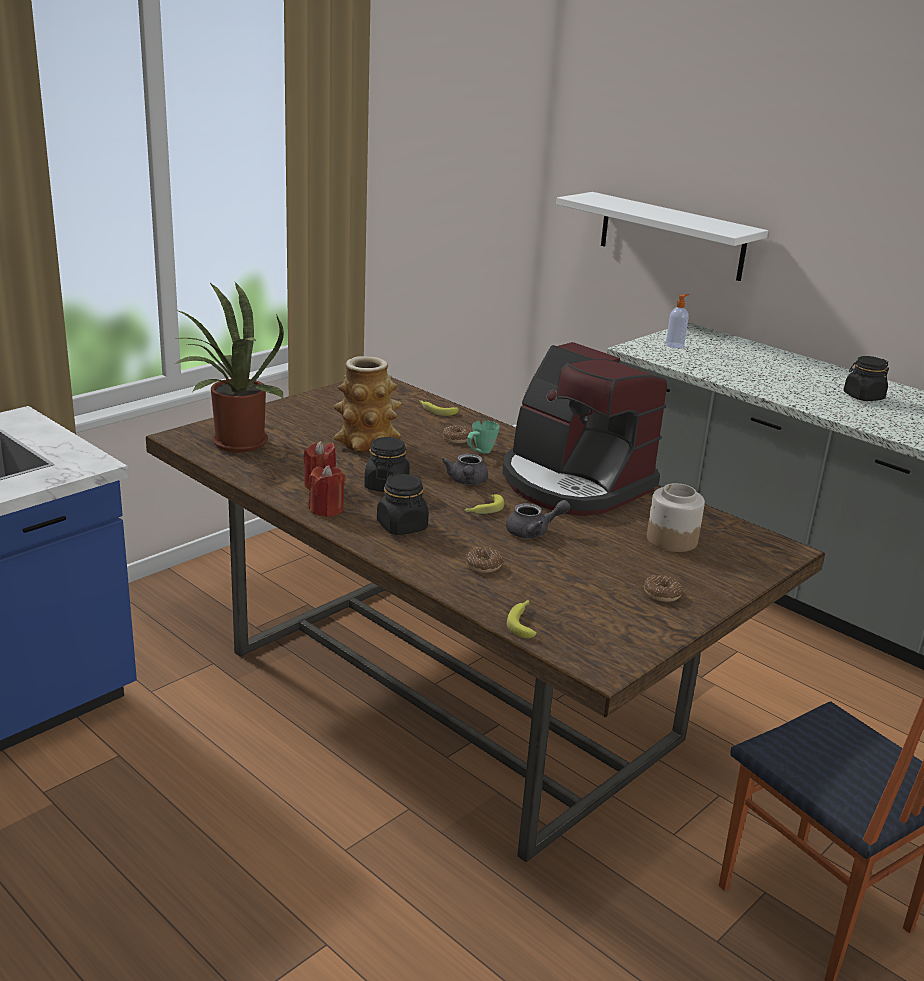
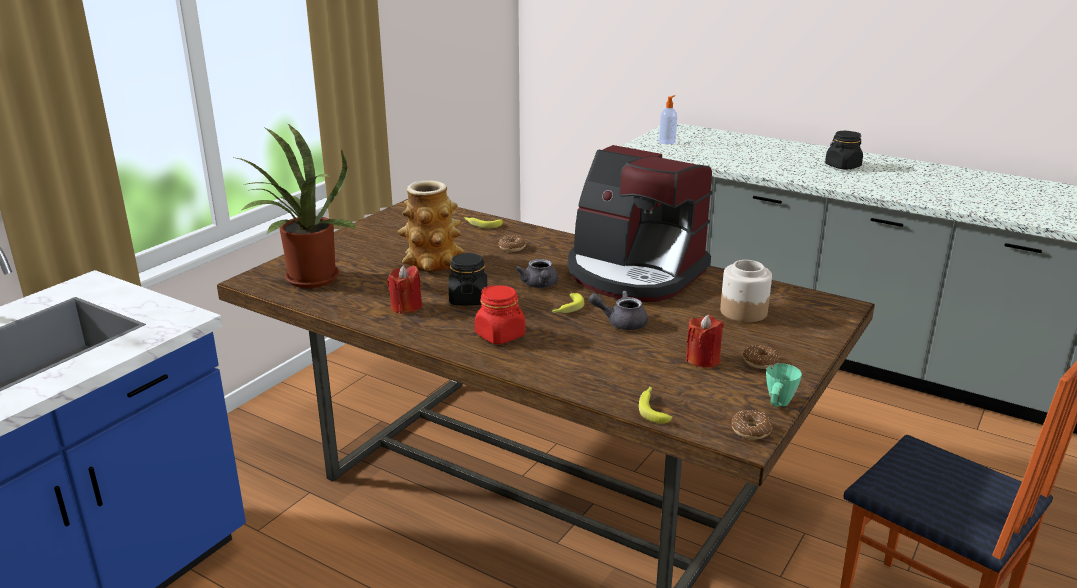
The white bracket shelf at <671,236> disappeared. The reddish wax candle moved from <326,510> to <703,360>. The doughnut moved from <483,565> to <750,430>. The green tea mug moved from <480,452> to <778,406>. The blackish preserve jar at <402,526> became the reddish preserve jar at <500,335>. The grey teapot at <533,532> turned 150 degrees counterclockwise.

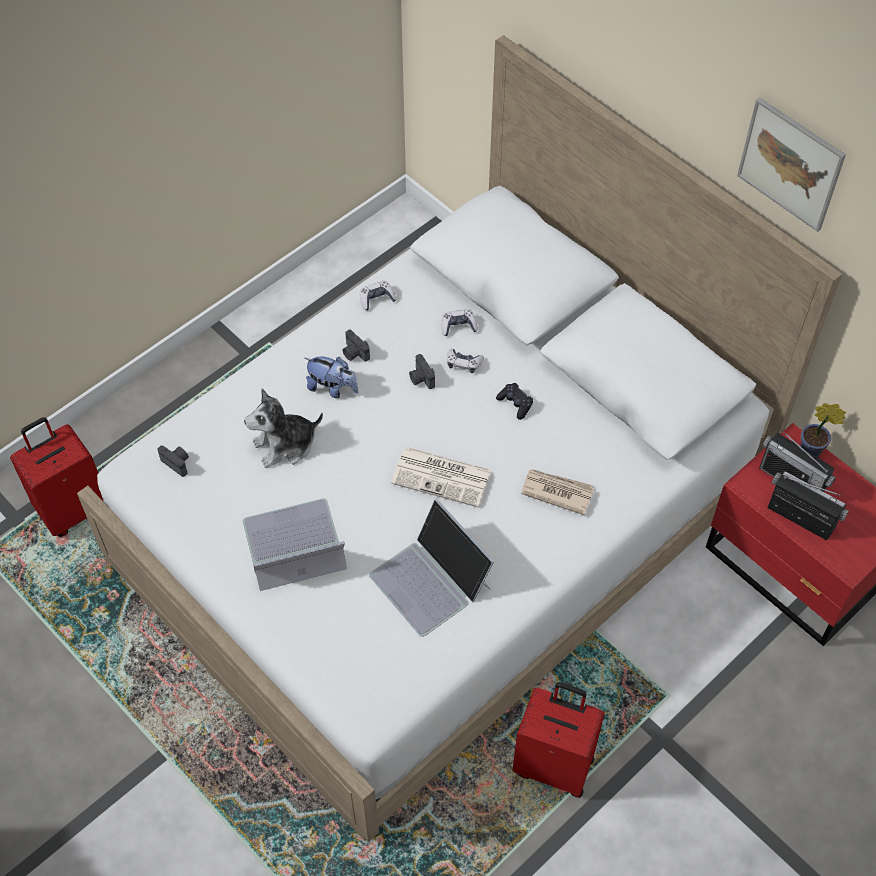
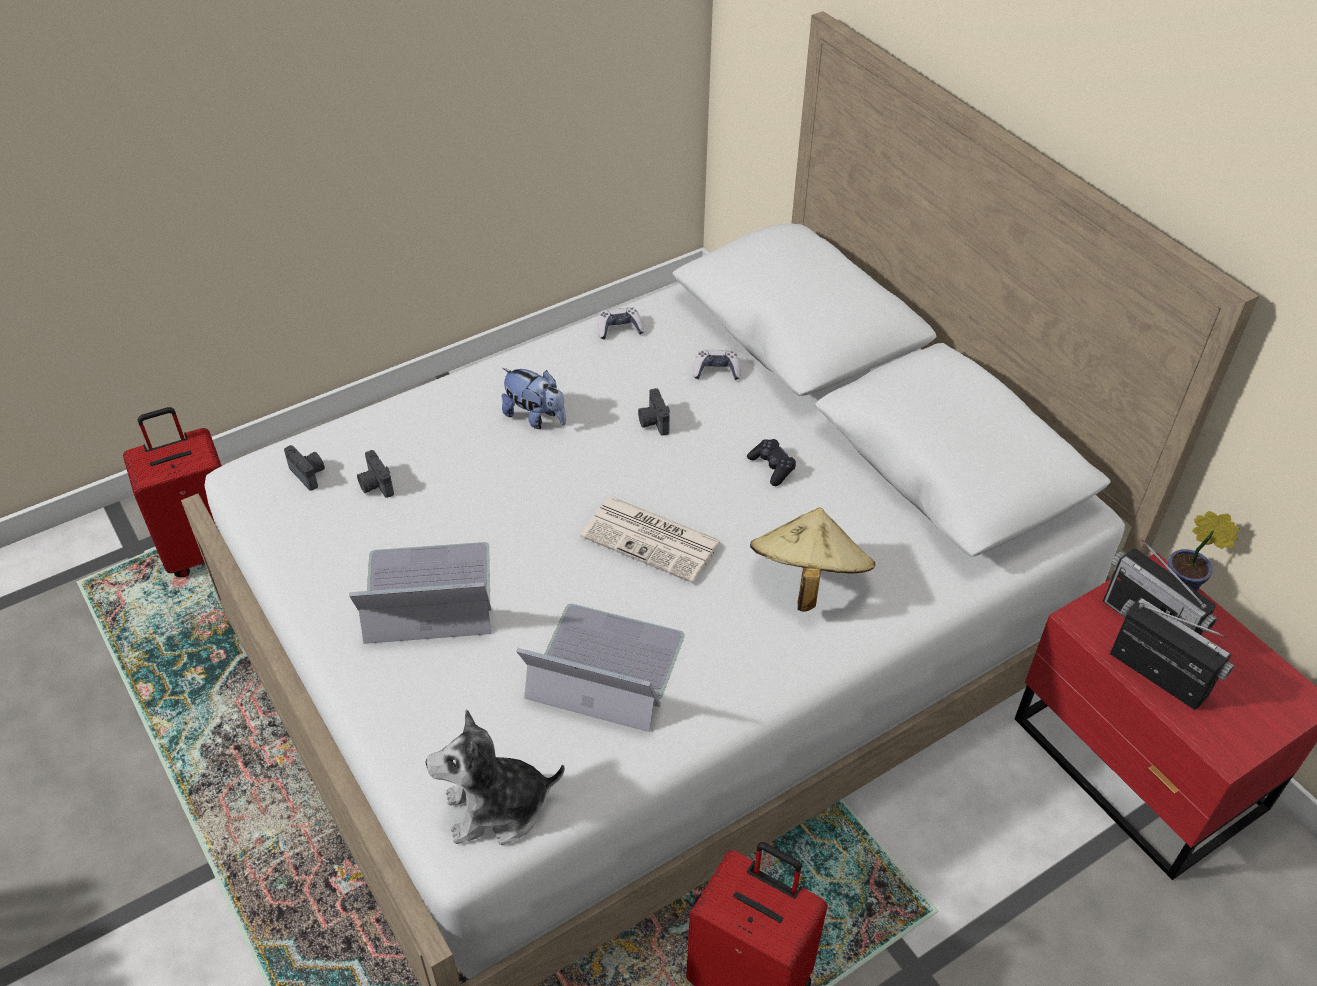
The game controller at <463,363> disappeared. The wall art at <790,164> disappeared. The plush toy moved from <285,445> to <497,808>. The photo camera moved from <354,353> to <375,485>. The daily paper at <557,491> was replaced by the sand-coloured hat at <807,580>. The laptop at <431,581> turned 135 degrees clockwise.

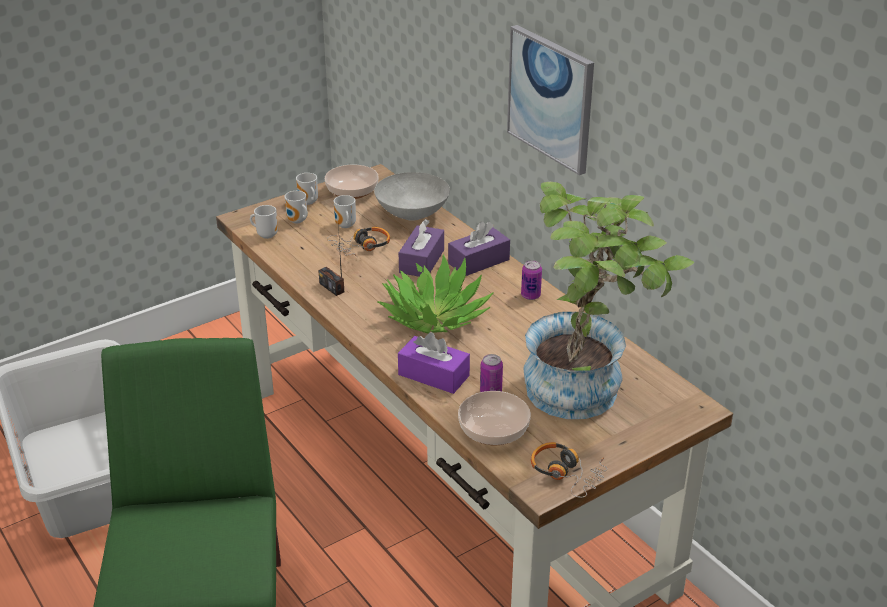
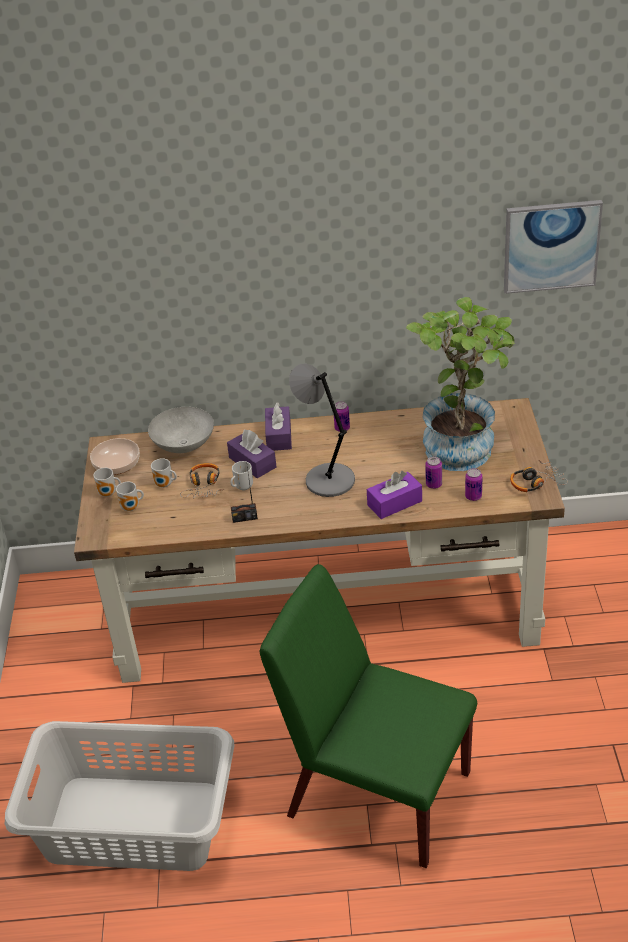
The tea mug moved from <266,234> to <242,487>. The wall art moved from <551,98> to <551,246>. The potted plant at <434,316> was replaced by the grey table lamp at <327,480>. The serving bowl at <495,430> was replaced by the sealed can at <473,496>.

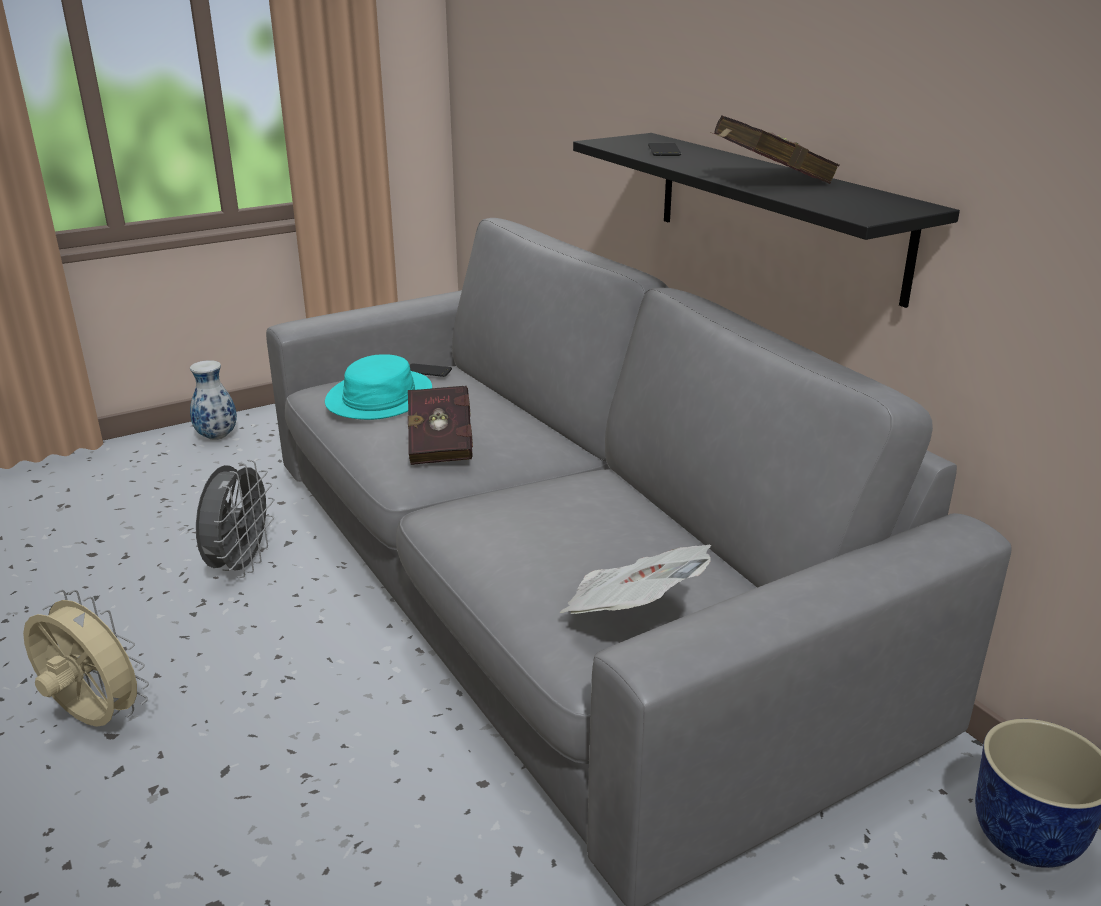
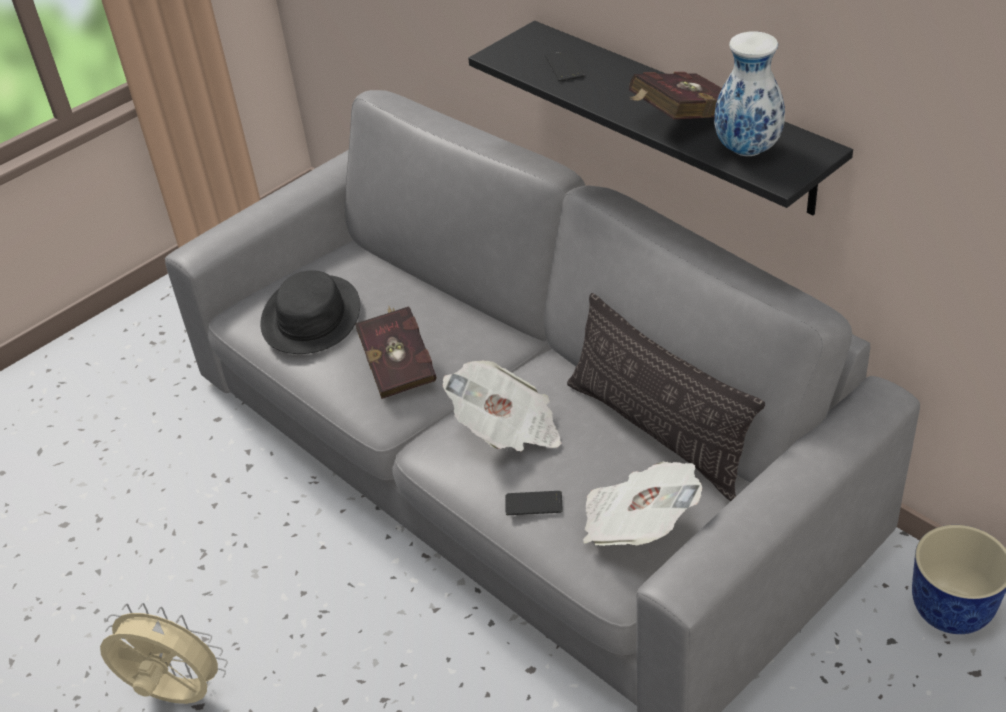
The grey electric fan at <240,566> disappeared. The daily paper at <507,430> appeared. The throw pillow at <657,432> appeared. The flower vase moved from <218,437> to <748,149>. The handset moved from <428,371> to <534,504>. The turquoise-coloured hat at <379,397> became the blackish hat at <310,316>.

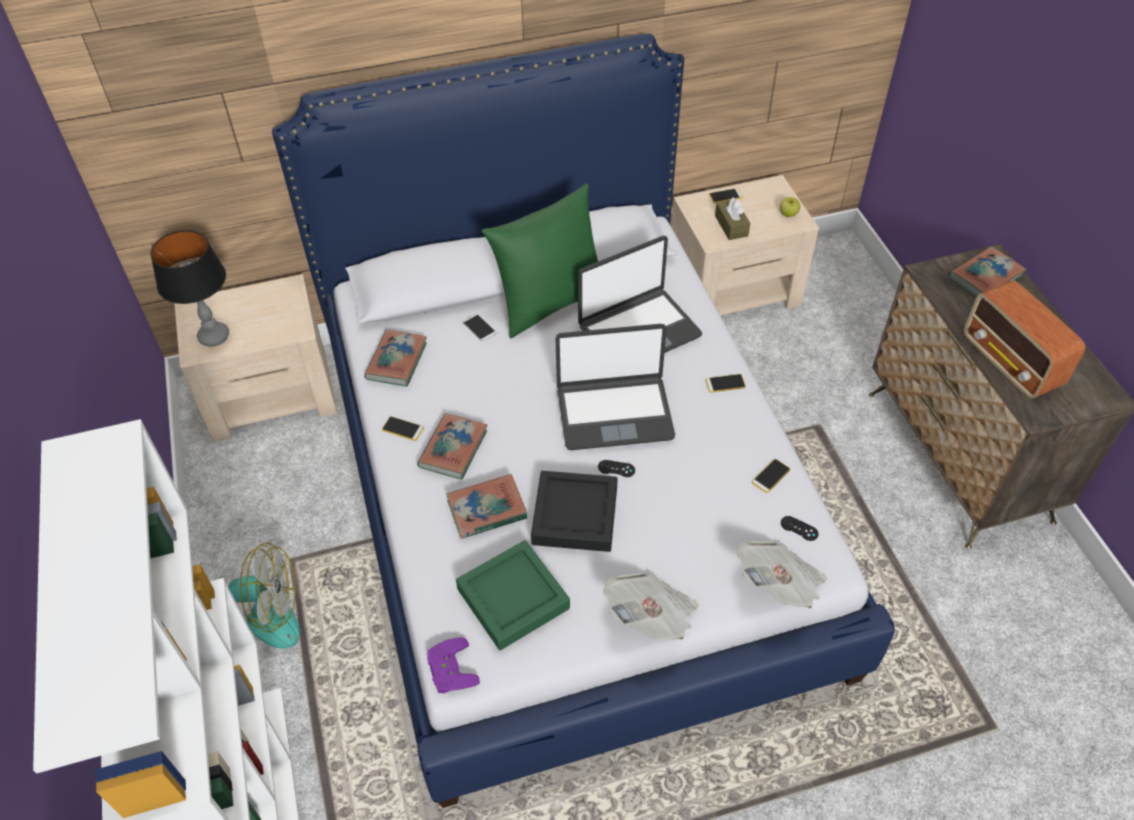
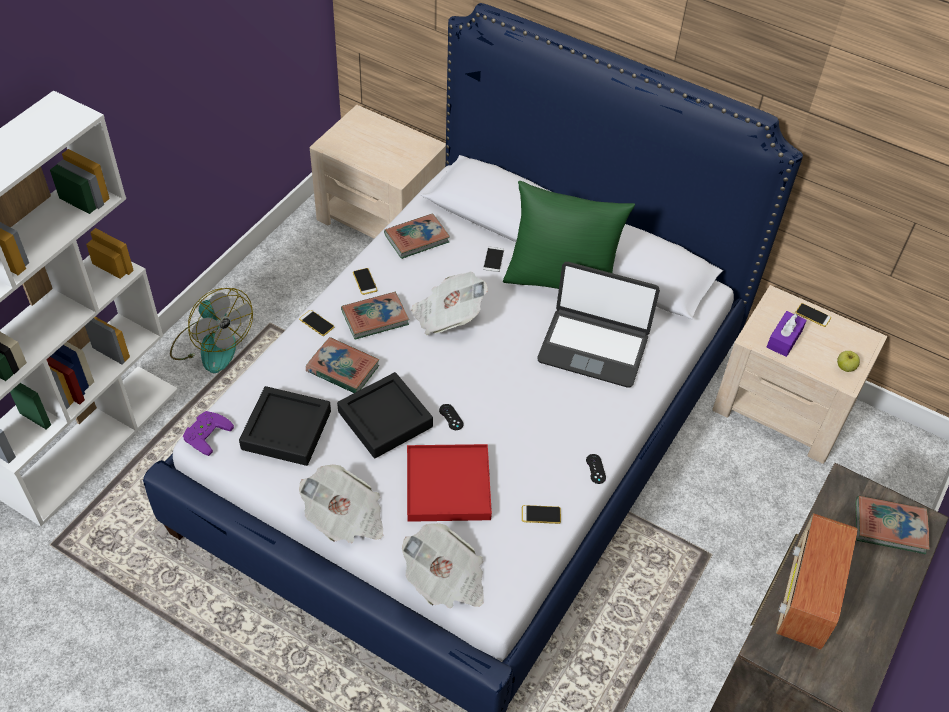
The table lamp at <213,337> disappeared. The laptop at <614,413> disappeared. The reddish tray at <448,485> appeared. The daily paper at <447,316> appeared. The handset moved from <725,383> to <316,323>. The blackish game controller moved from <799,528> to <595,469>. The green tray at <513,599> became the blackish tray at <286,430>. The brownish box of tissues at <731,226> became the purple box of tissues at <784,339>.

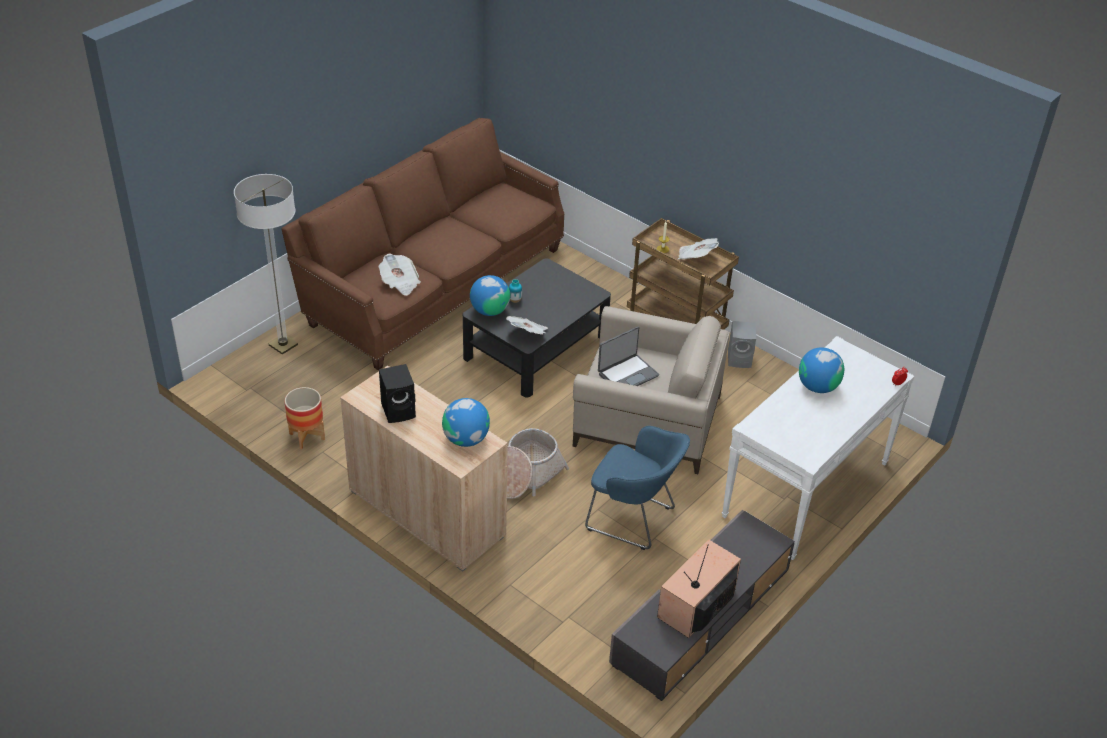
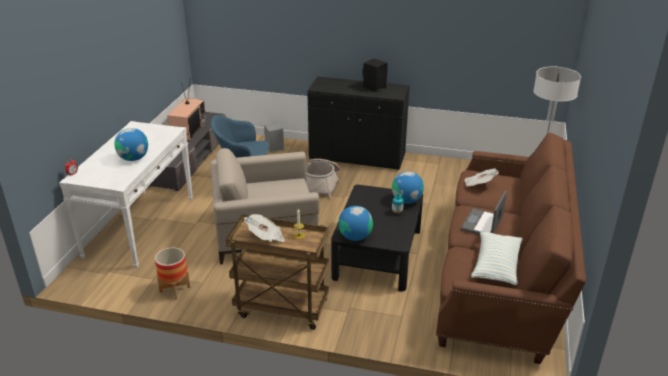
The daily paper at <528,334> disappeared. The throw pillow at <496,266> appeared. The flower pot moved from <307,437> to <175,289>. The desk globe moved from <466,439> to <355,237>. The laptop moved from <627,374> to <483,224>. The grey audio speaker moved from <740,359> to <273,148>. The sand-coloured storage cabinet at <426,513> became the blackish storage cabinet at <357,157>.

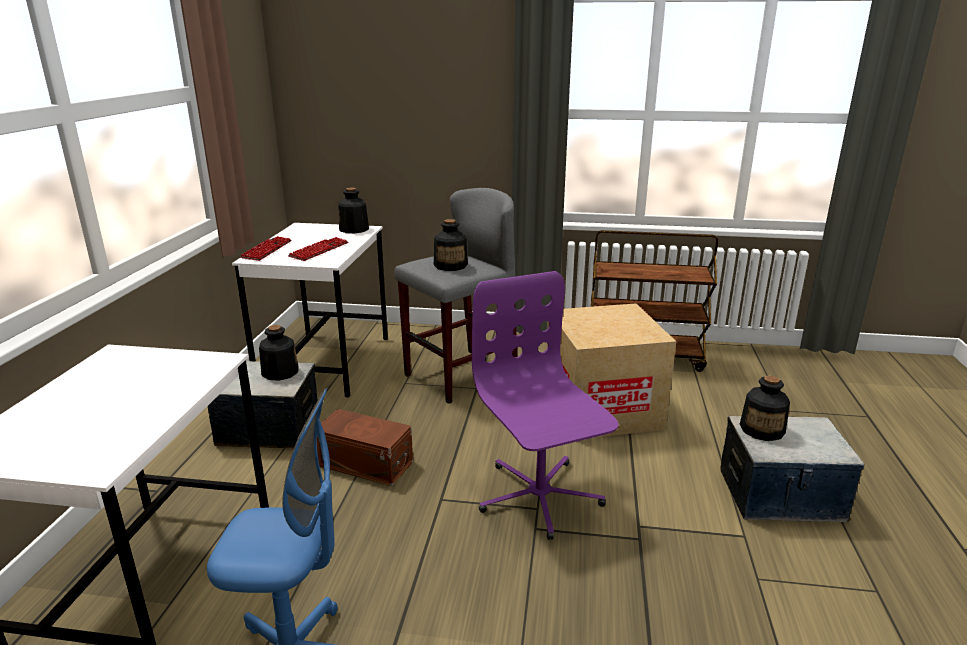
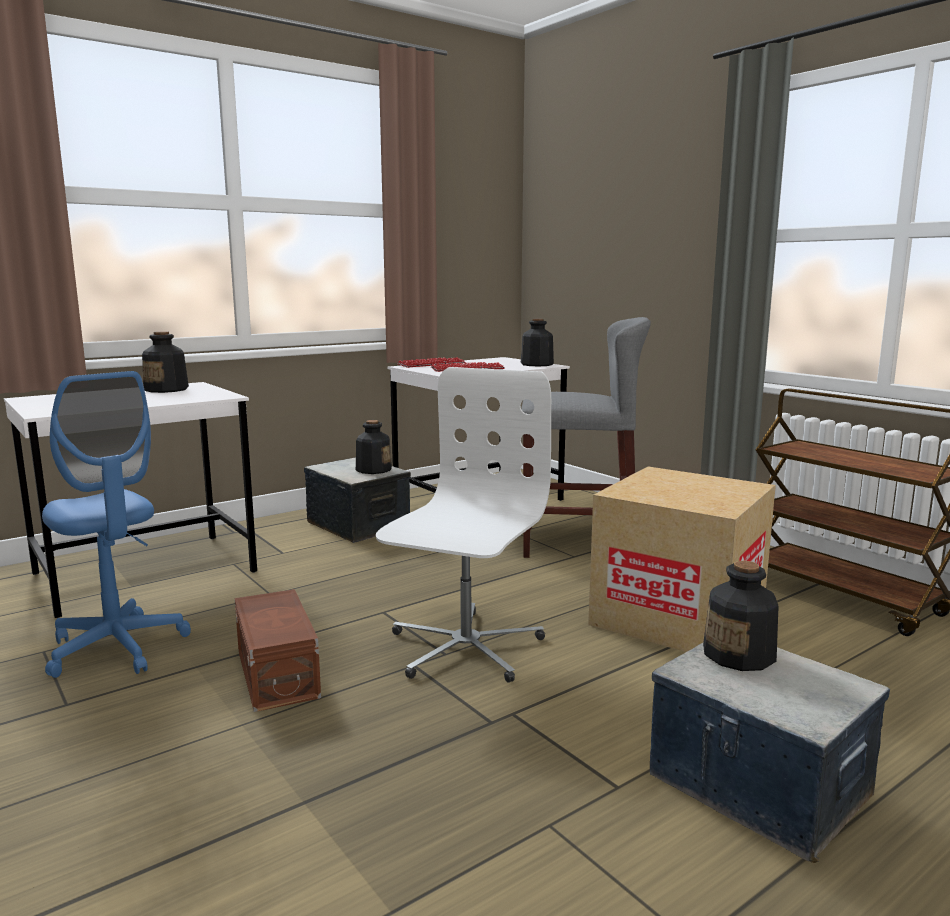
The brownish storage box moved from <365,462> to <279,672>. The beverage bottle moved from <451,265> to <167,389>. The purple office chair at <538,496> became the white office chair at <464,647>.

